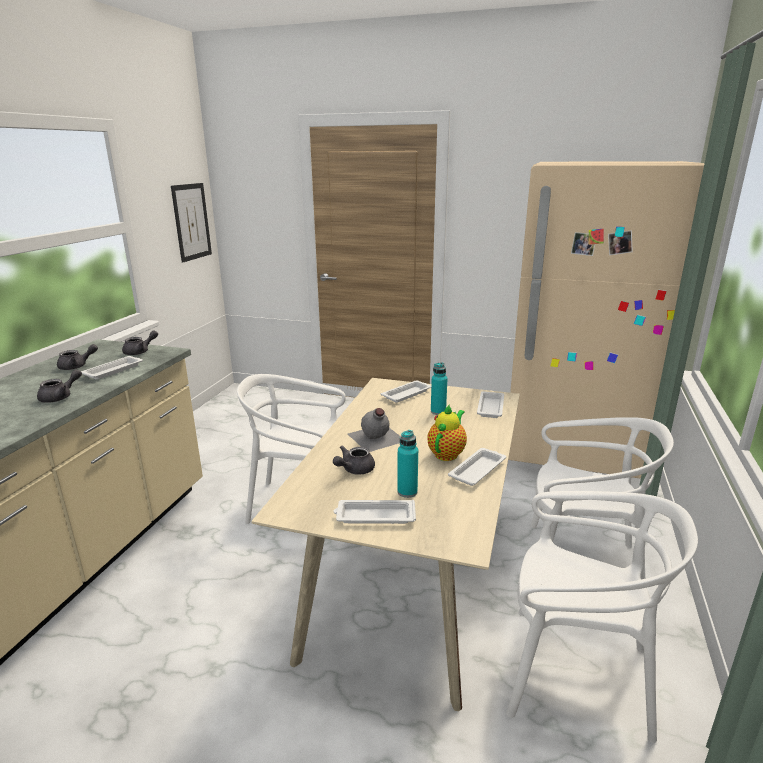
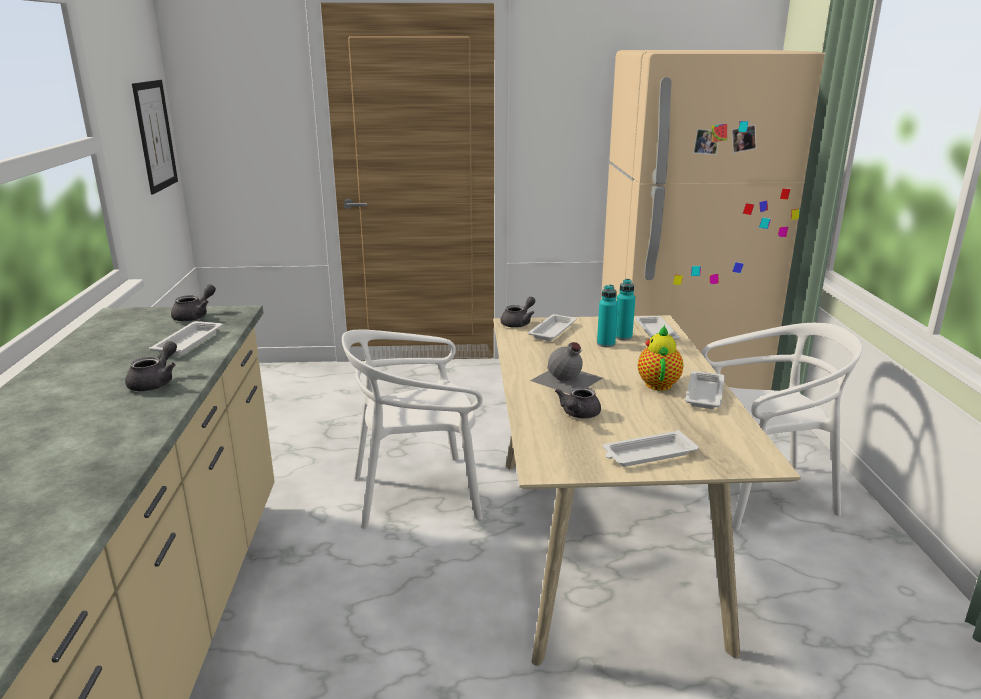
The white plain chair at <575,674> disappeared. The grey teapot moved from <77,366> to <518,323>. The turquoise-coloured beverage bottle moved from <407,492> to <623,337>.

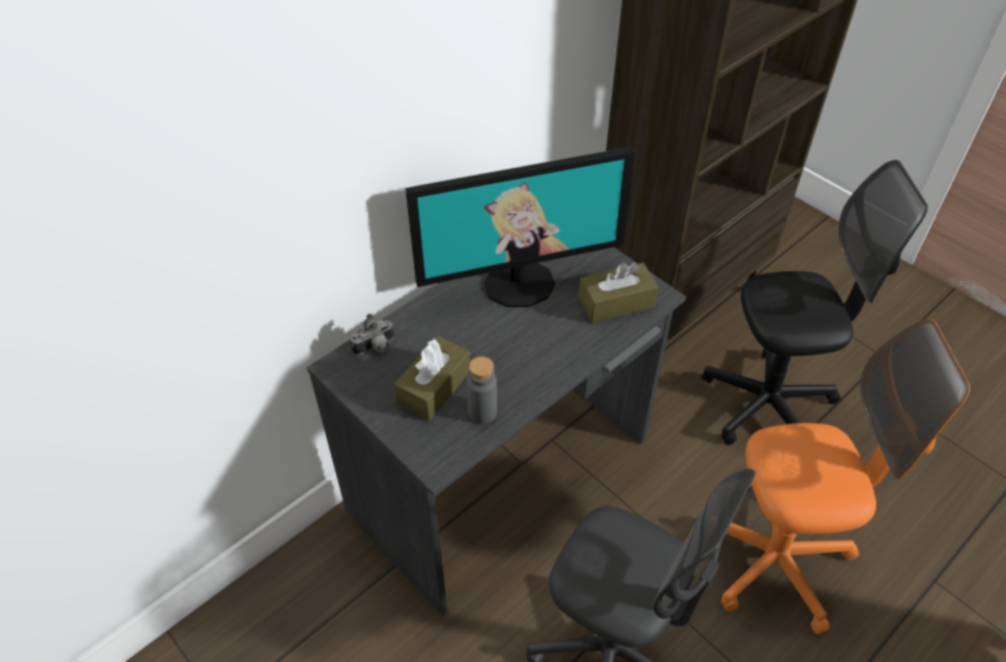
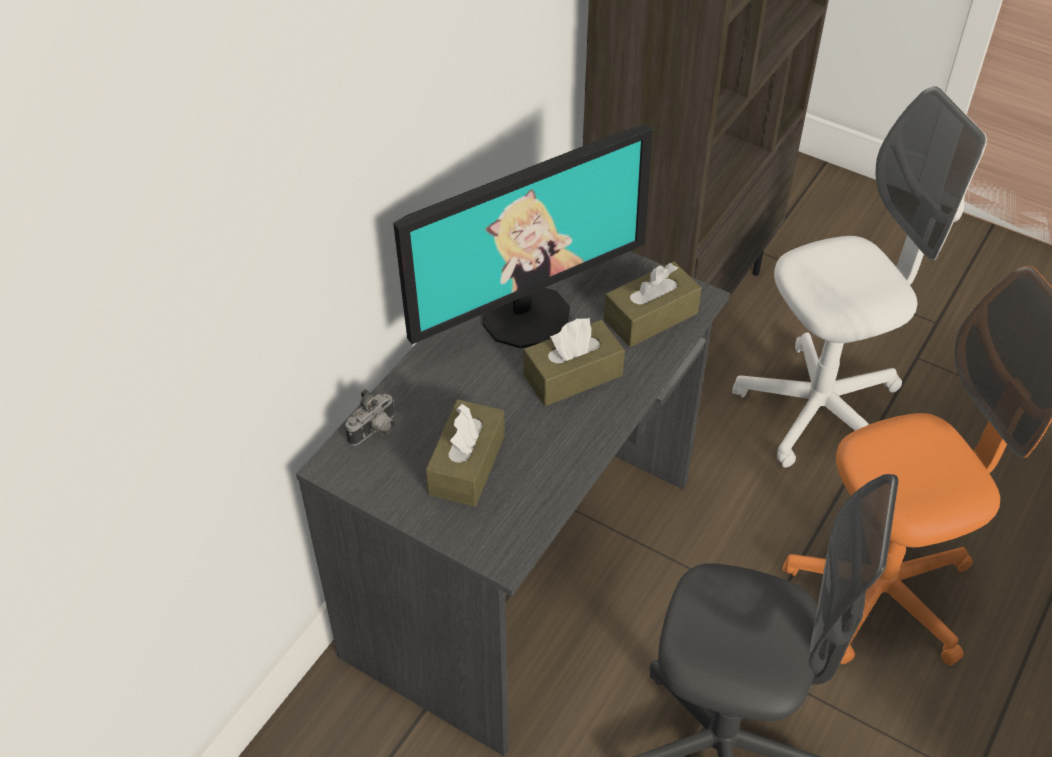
The grey beverage bottle at <482,412> disappeared. The brownish box of tissues at <573,375> appeared. The blackish office chair at <767,406> became the white office chair at <819,410>.

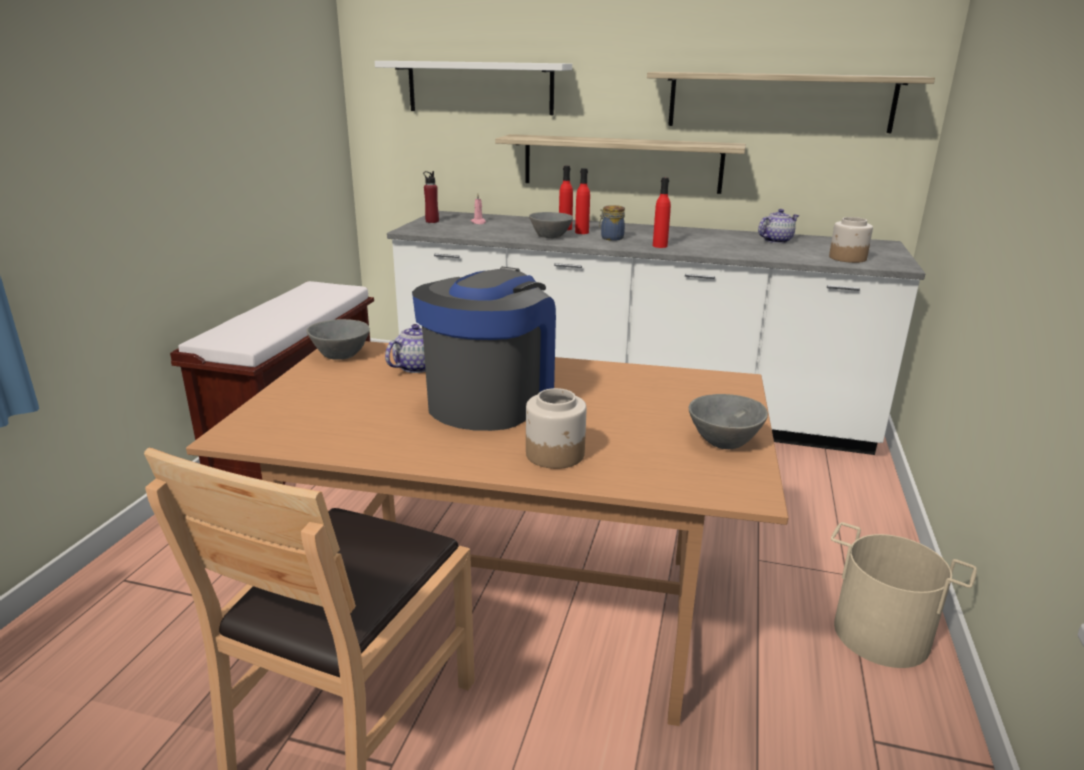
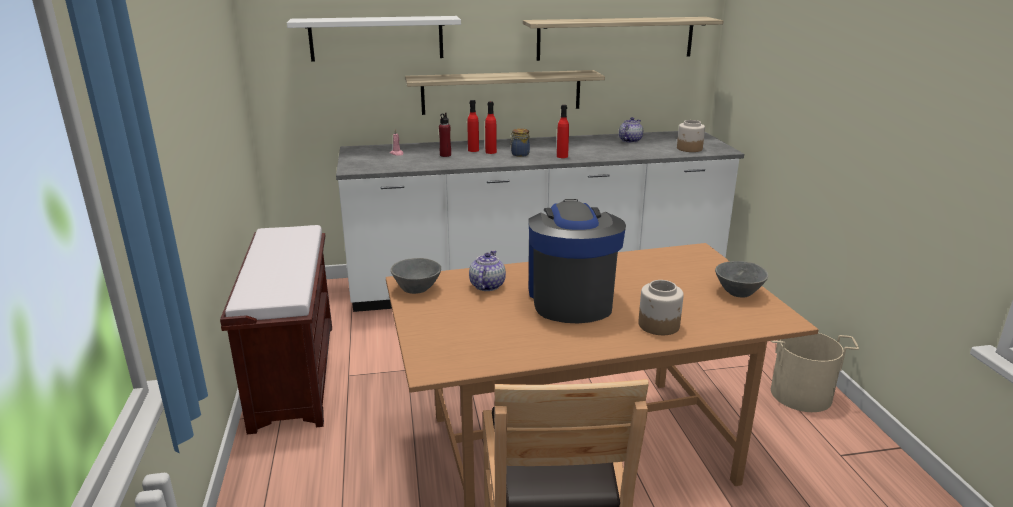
The grey serving bowl at <551,237> disappeared. The reddish beverage bottle moved from <432,221> to <445,155>.

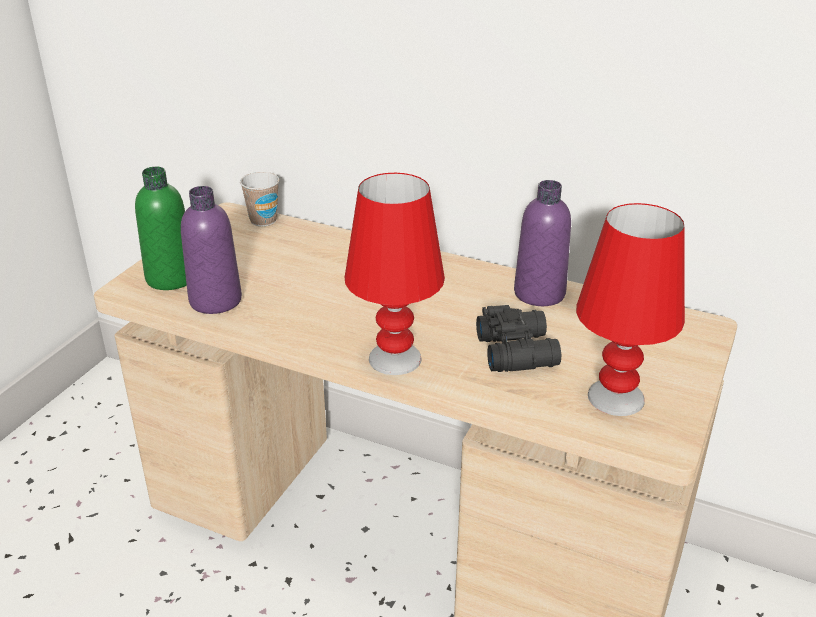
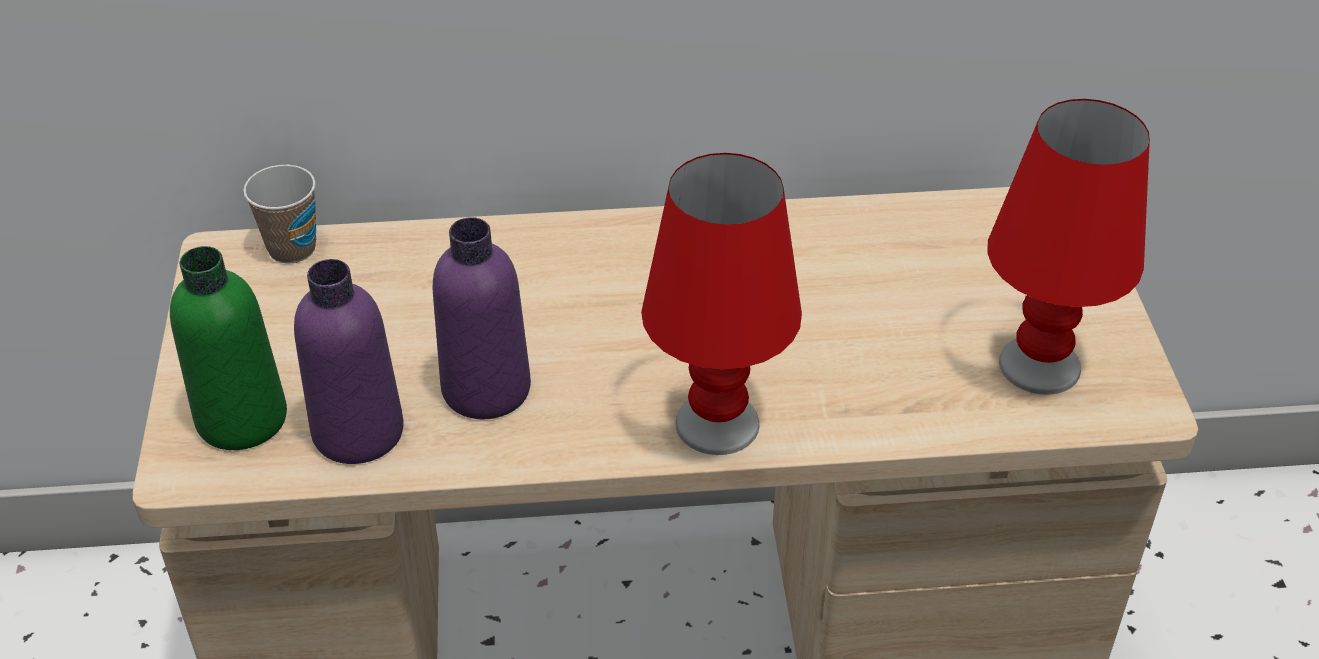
The blackish field glasses at <518,350> disappeared. The purple beverage bottle moved from <539,293> to <486,389>.

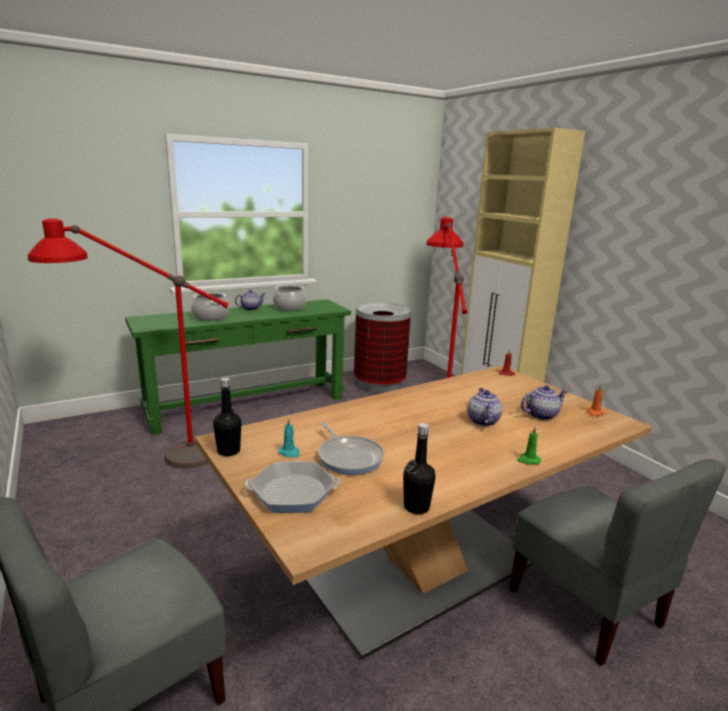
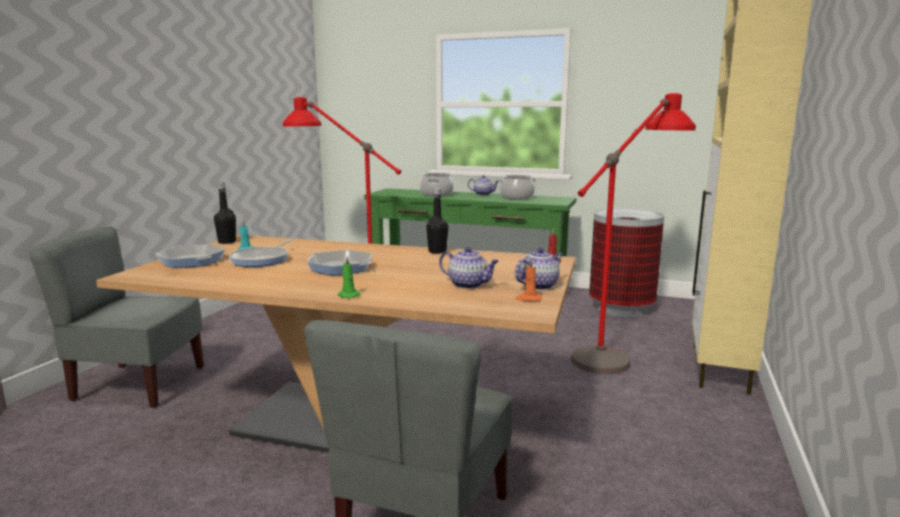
The pan at <340,268> appeared. The blackish beverage bottle moved from <416,507> to <437,251>. The teapot moved from <482,420> to <538,285>.

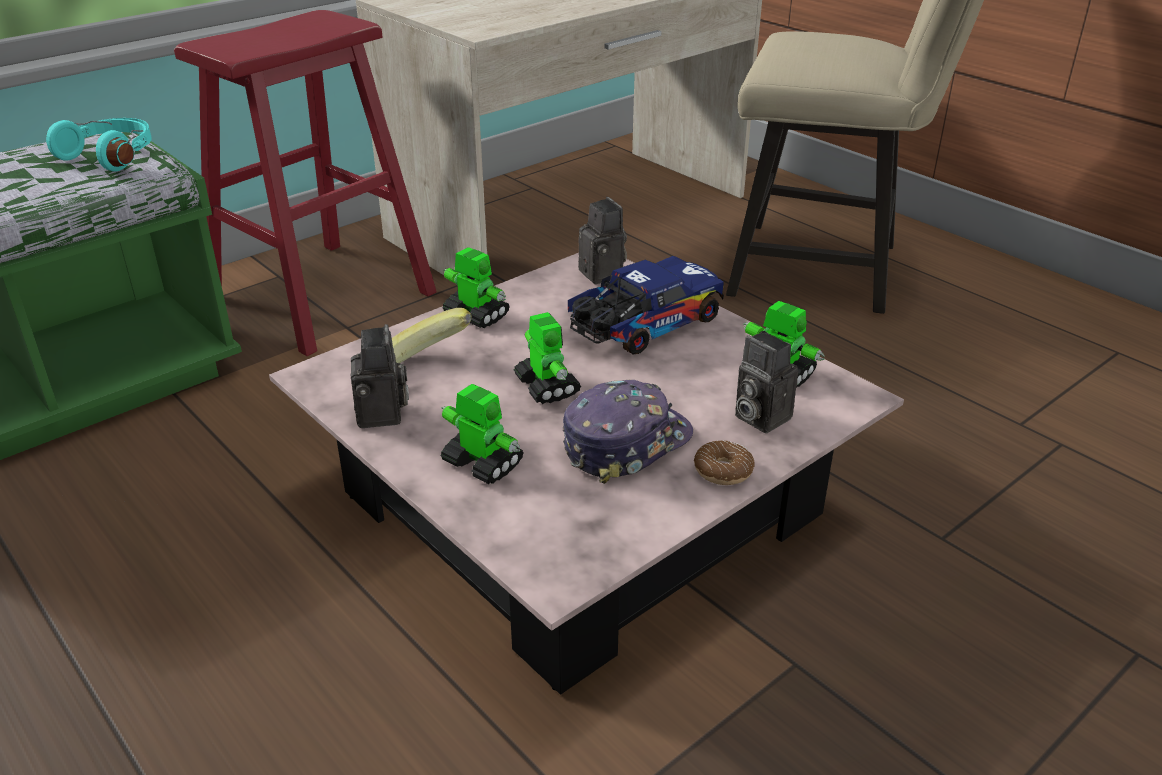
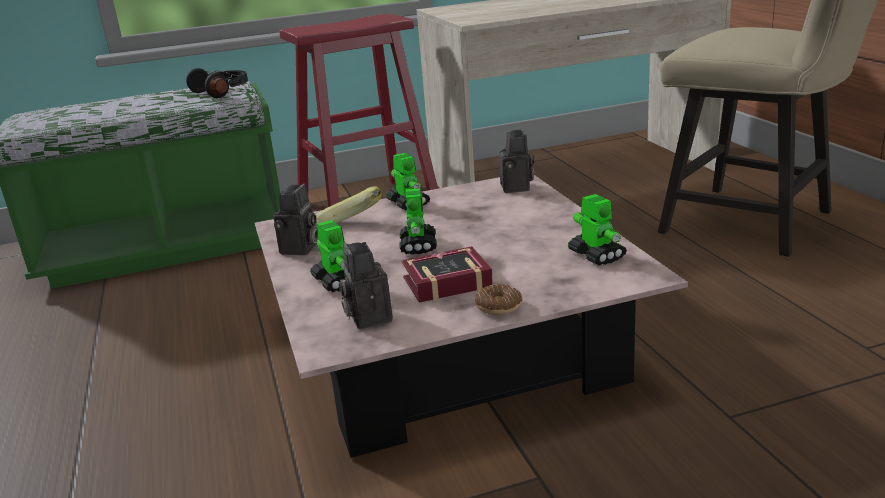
The toy truck at <643,327> disappeared. The photo camera moved from <758,416> to <367,317>. The peaked cap at <625,443> was replaced by the volume at <443,282>. The turquoise-coloured headphones at <112,156> became the blackish headphones at <222,92>.

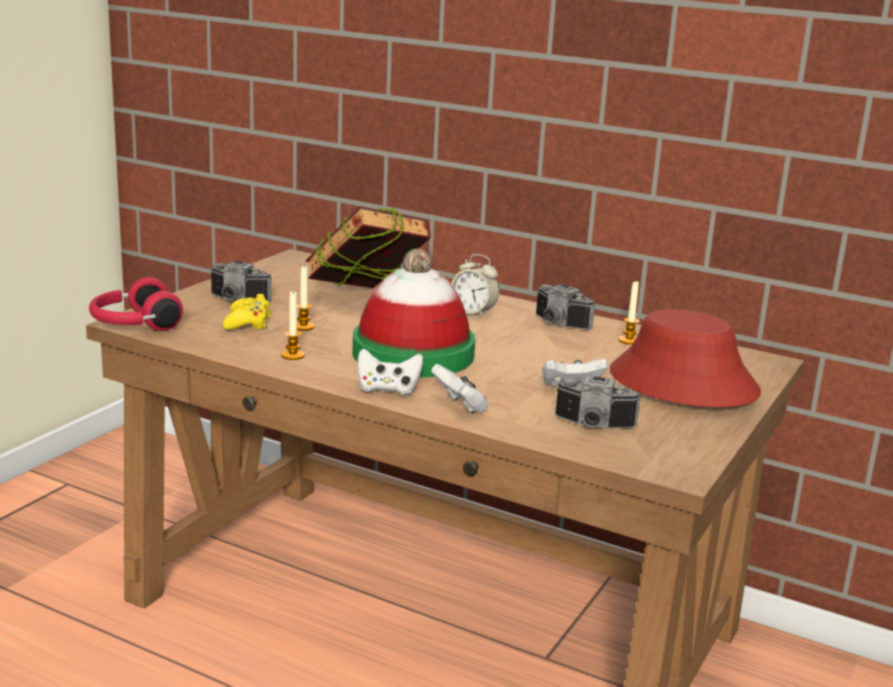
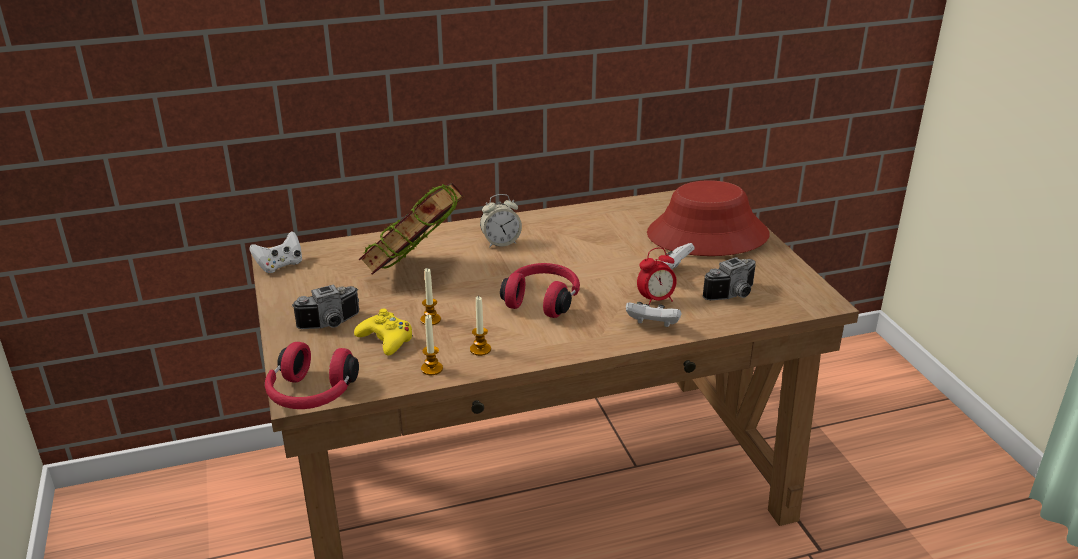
The photo camera at <557,324> disappeared. The table clock at <656,300> appeared. The white game controller moved from <388,389> to <280,265>. The wax candle moved from <629,340> to <432,369>. The hat at <413,353> was replaced by the reddish headphones at <543,300>.

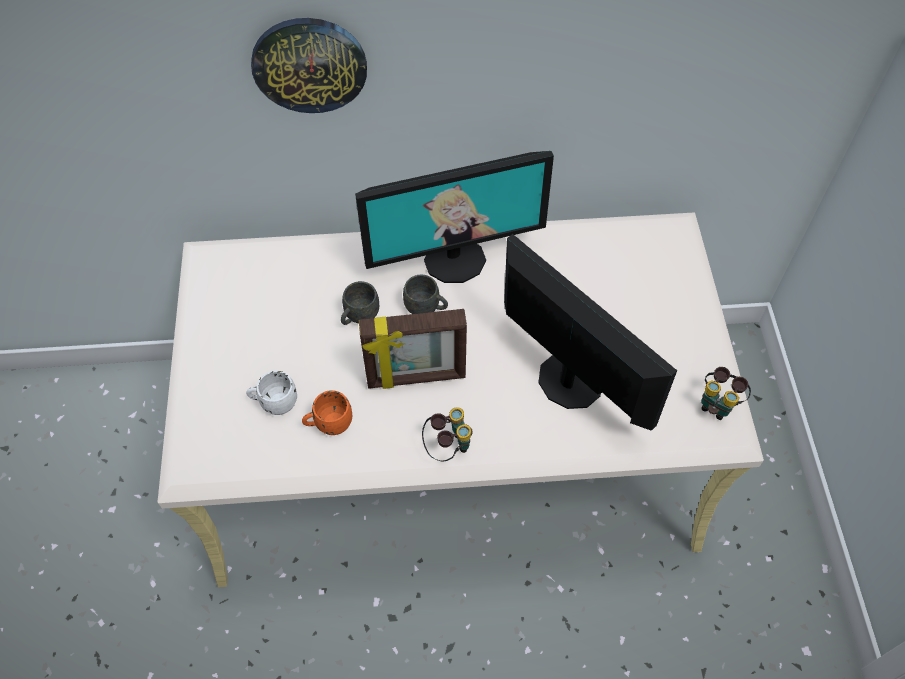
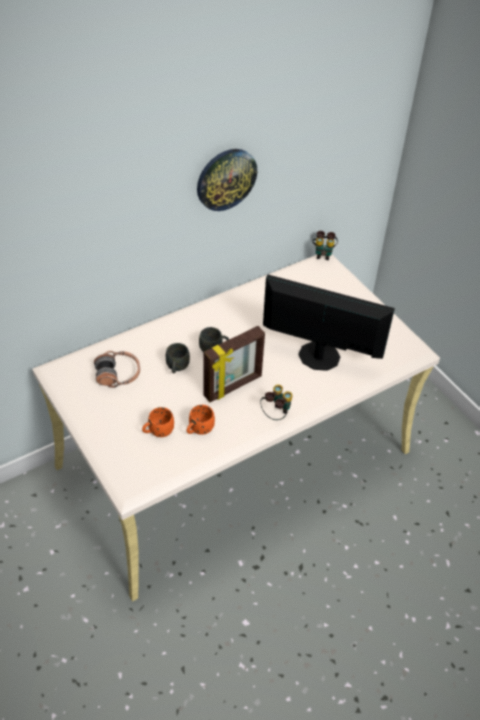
The monitor at <455,259> disappeared. The headphones at <118,375> appeared. The hanging clock moved from <309,64> to <226,179>. The field glasses moved from <717,404> to <323,254>. The white tea mug at <274,402> became the orange tea mug at <158,431>.

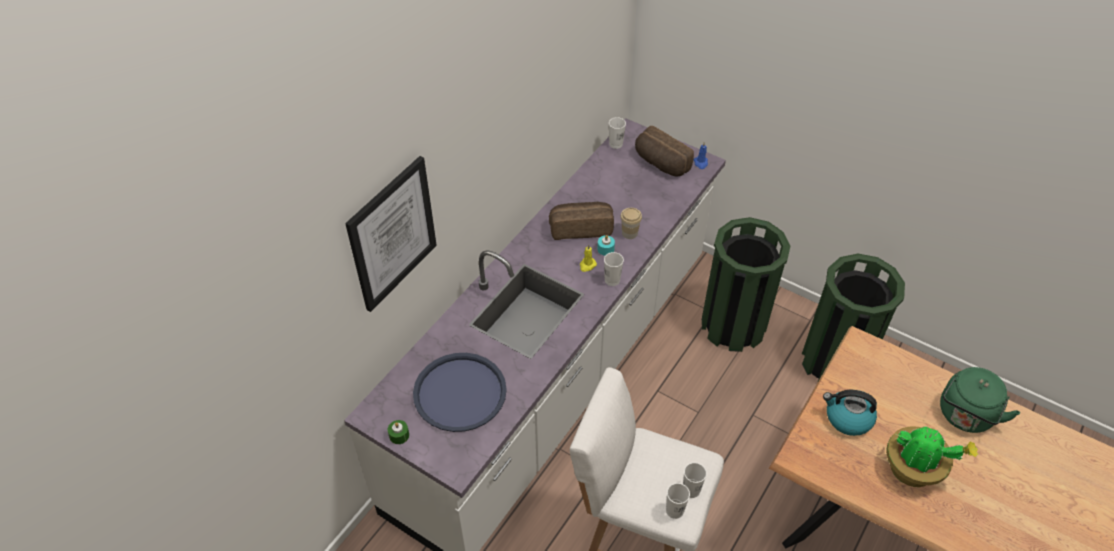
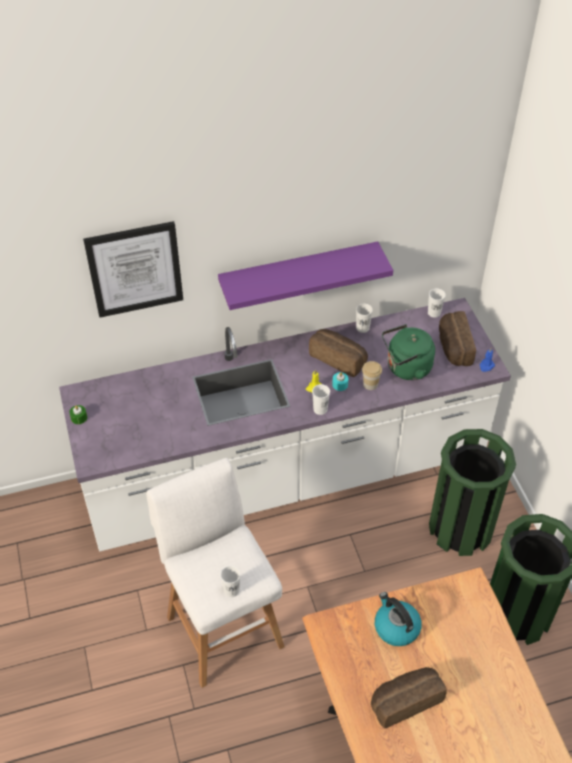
The blue tray at <460,393> disappeared. The purple bracket shelf at <298,274> appeared. The white cup moved from <674,510> to <362,328>. The green tea kettle moved from <965,416> to <406,368>. The potted plant at <914,470> was replaced by the bakery bread at <405,700>.

